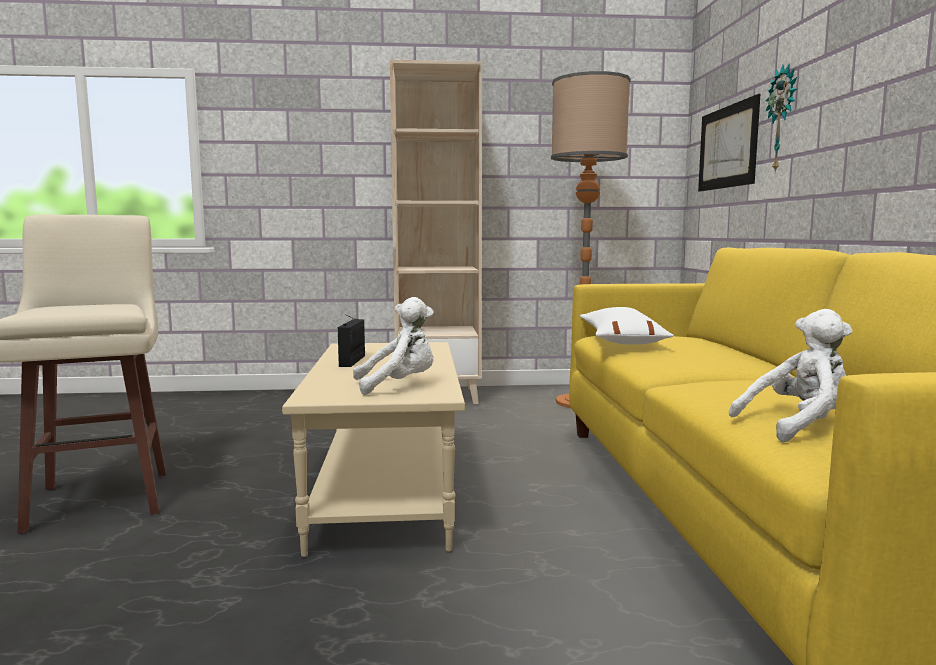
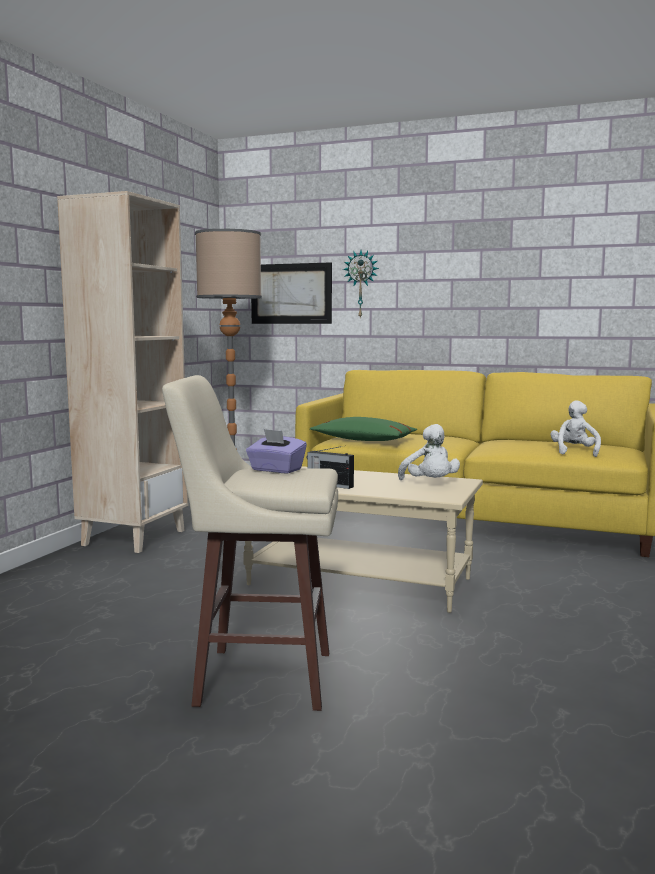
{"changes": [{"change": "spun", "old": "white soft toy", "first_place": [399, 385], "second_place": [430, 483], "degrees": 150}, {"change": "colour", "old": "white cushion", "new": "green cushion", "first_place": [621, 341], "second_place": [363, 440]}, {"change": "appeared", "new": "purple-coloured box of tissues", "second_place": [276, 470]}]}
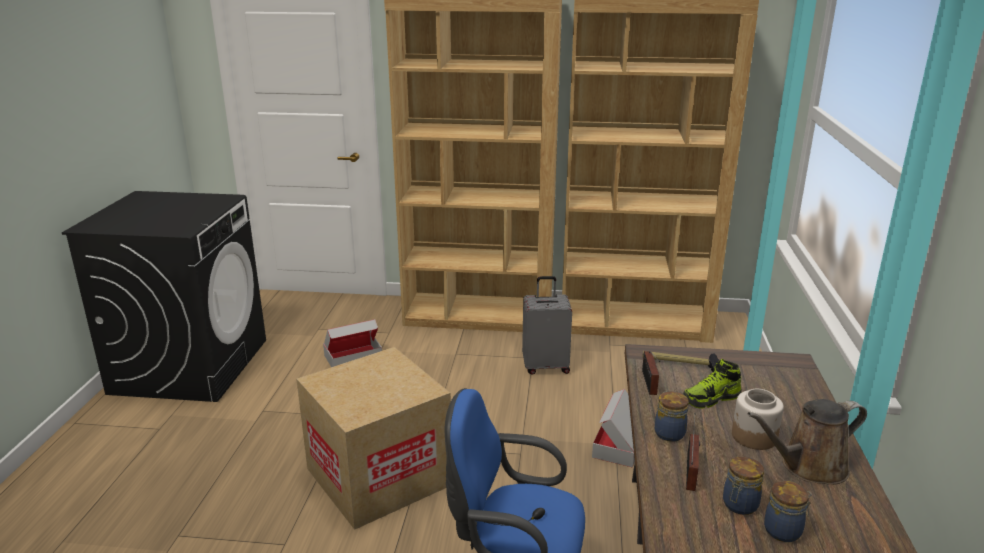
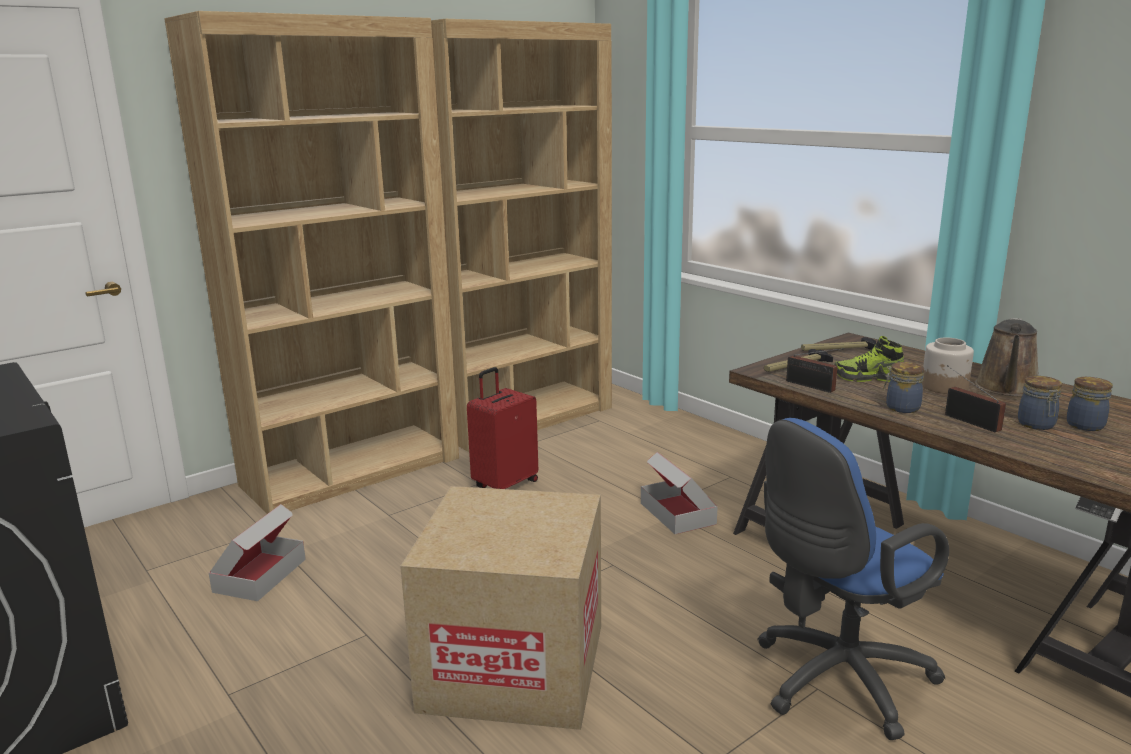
{"changes": [{"change": "colour", "old": "grey piece of luggage", "new": "red piece of luggage", "first_place": [545, 366], "second_place": [504, 484]}, {"change": "spun", "old": "low shoe", "first_place": [711, 398], "second_place": [868, 378], "degrees": 75}, {"change": "appeared", "new": "hand hammer", "second_place": [838, 351]}]}
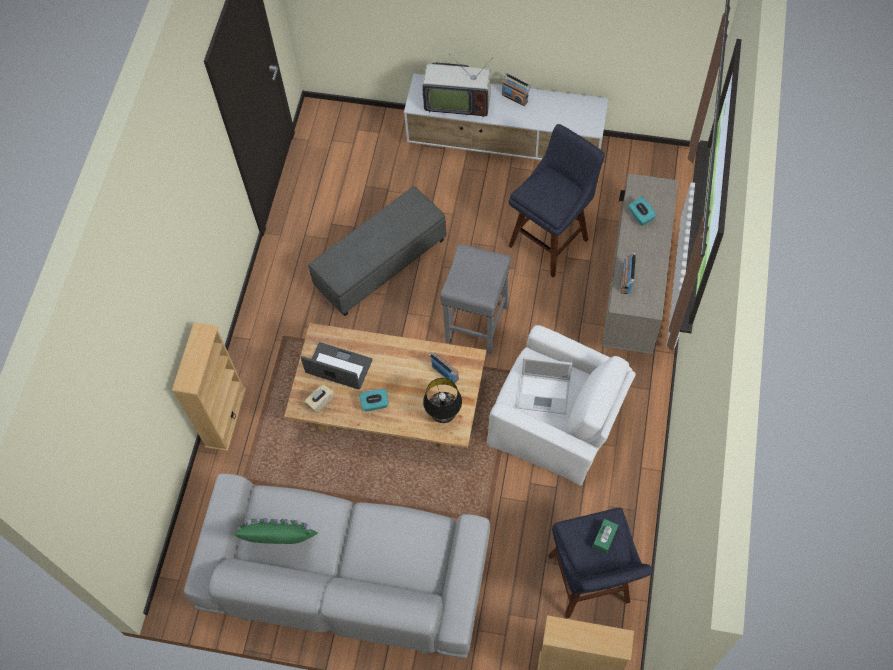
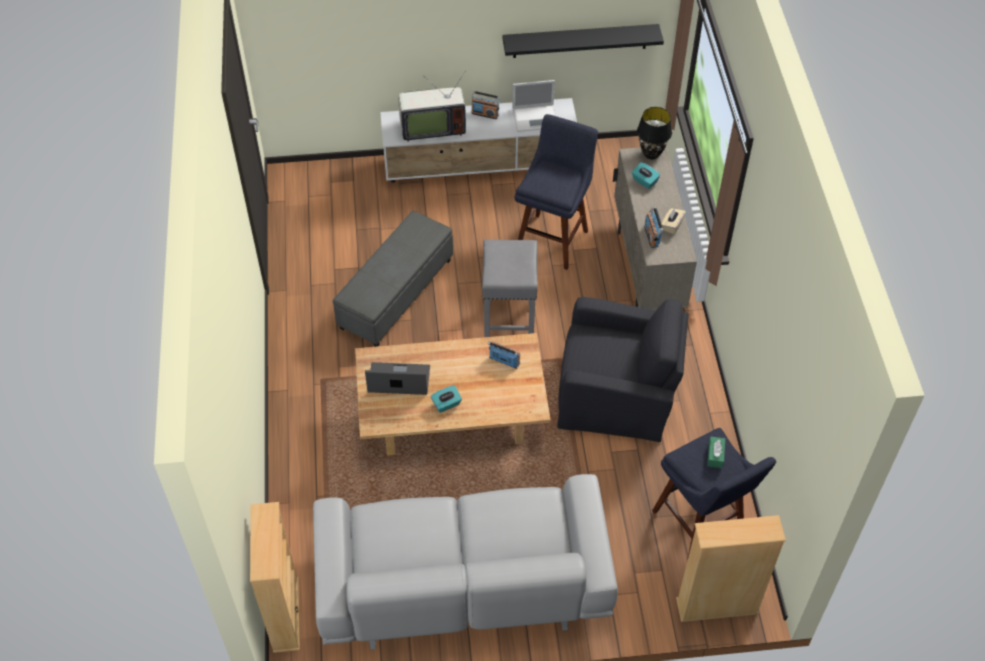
{"changes": [{"change": "relocated", "old": "beige shelving unit", "first_place": [225, 417], "second_place": [285, 614]}, {"change": "colour", "old": "white armchair", "new": "black-coloured armchair", "first_place": [557, 421], "second_place": [617, 392]}, {"change": "relocated", "old": "laptop", "first_place": [545, 393], "second_place": [536, 118]}, {"change": "relocated", "old": "black-coloured table lamp", "first_place": [443, 415], "second_place": [651, 154]}, {"change": "relocated", "old": "beige box of tissues", "first_place": [320, 402], "second_place": [672, 226]}, {"change": "missing", "old": "green cushion", "first_place": [280, 543]}, {"change": "appeared", "new": "black-coloured shelf", "second_place": [580, 41]}]}
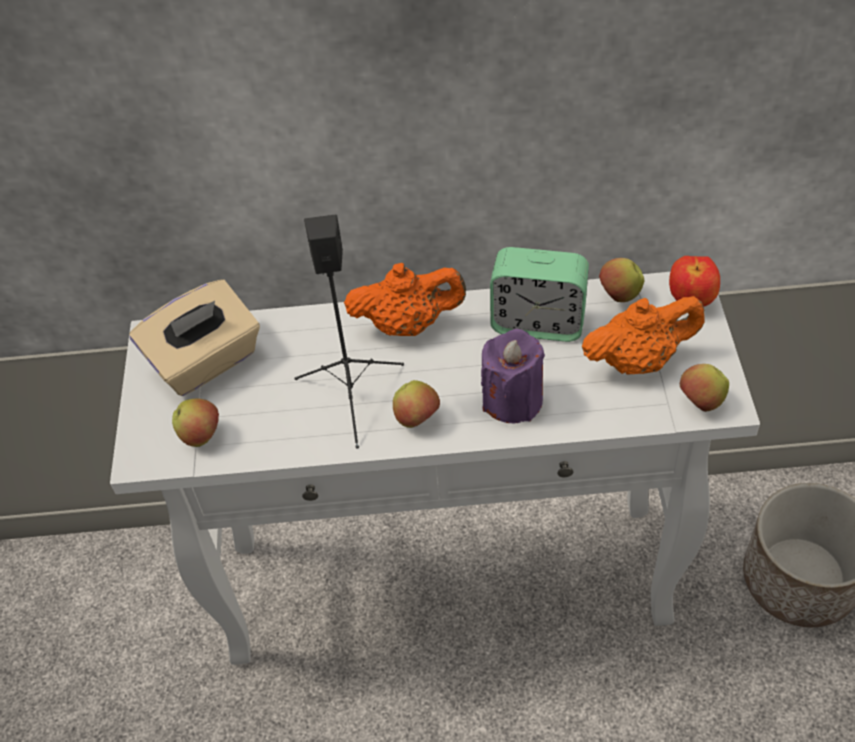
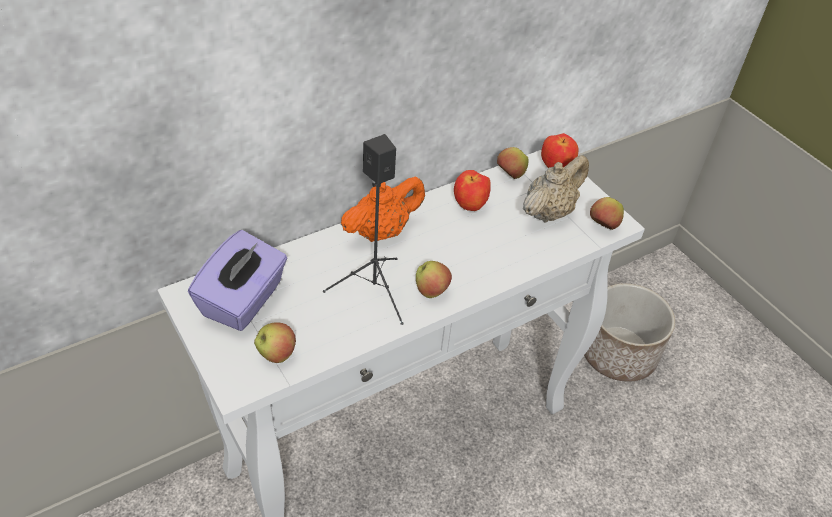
{"changes": [{"change": "exchanged", "old": "alarm clock", "new": "apple fruit", "first_place": [538, 323], "second_place": [470, 206]}, {"change": "colour", "old": "beige box of tissues", "new": "purple-coloured box of tissues", "first_place": [206, 361], "second_place": [243, 300]}, {"change": "colour", "old": "orange-coloured pot for tea", "new": "beige pot for tea", "first_place": [638, 360], "second_place": [549, 212]}, {"change": "missing", "old": "purple-coloured wax light", "first_place": [512, 400]}]}
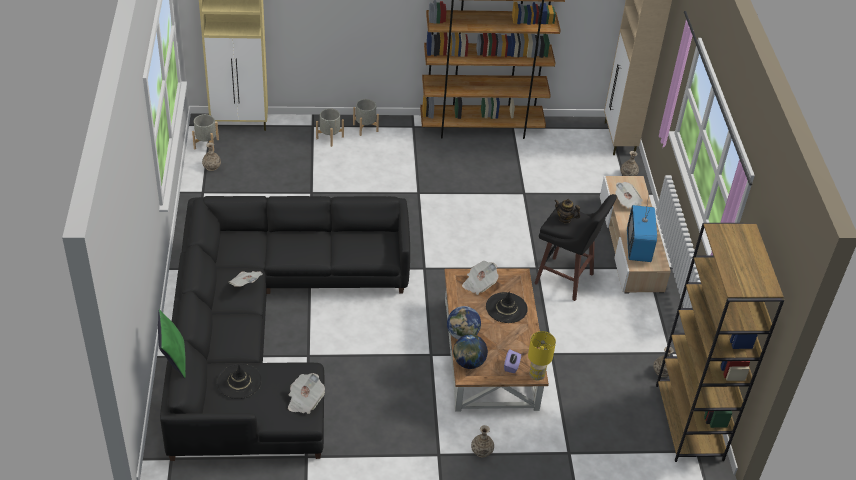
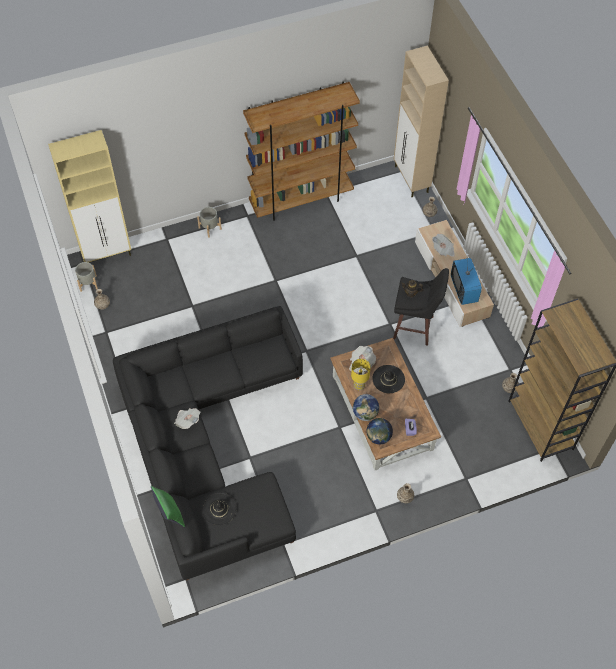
{"changes": [{"change": "missing", "old": "grey plant pot", "first_place": [330, 138]}, {"change": "relocated", "old": "yellow-coloured table lamp", "first_place": [537, 375], "second_place": [359, 386]}, {"change": "missing", "old": "newspaper", "first_place": [304, 400]}]}
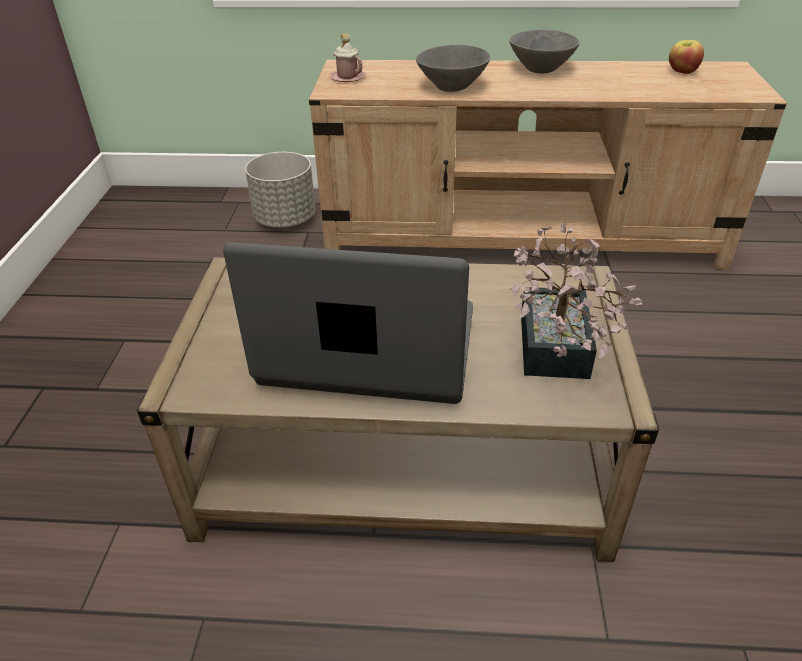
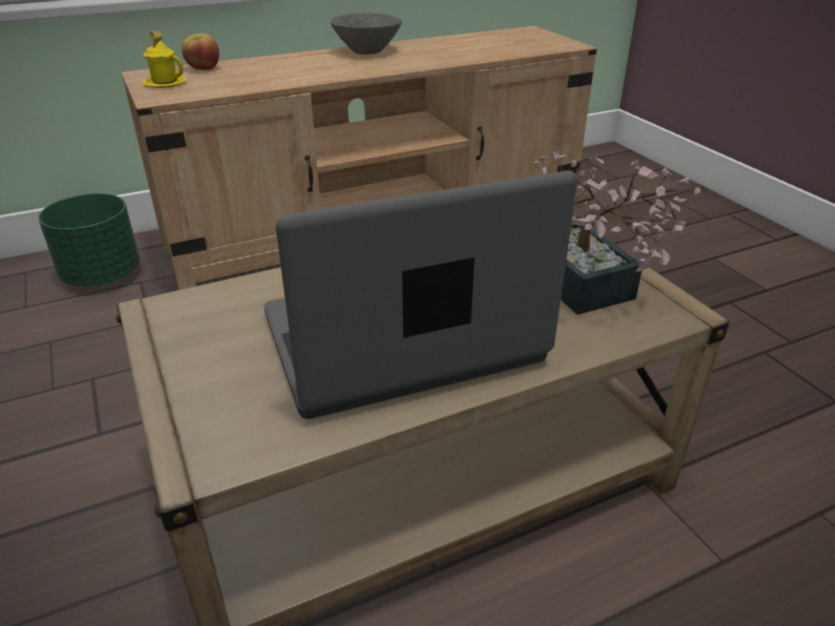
{"changes": [{"change": "colour", "old": "pink coffee mug", "new": "yellow-coloured coffee mug", "first_place": [347, 77], "second_place": [165, 83]}, {"change": "relocated", "old": "apple fruit", "first_place": [682, 71], "second_place": [203, 69]}, {"change": "missing", "old": "grey deep dish", "first_place": [451, 87]}, {"change": "colour", "old": "grey plant pot", "new": "green plant pot", "first_place": [286, 219], "second_place": [102, 275]}]}
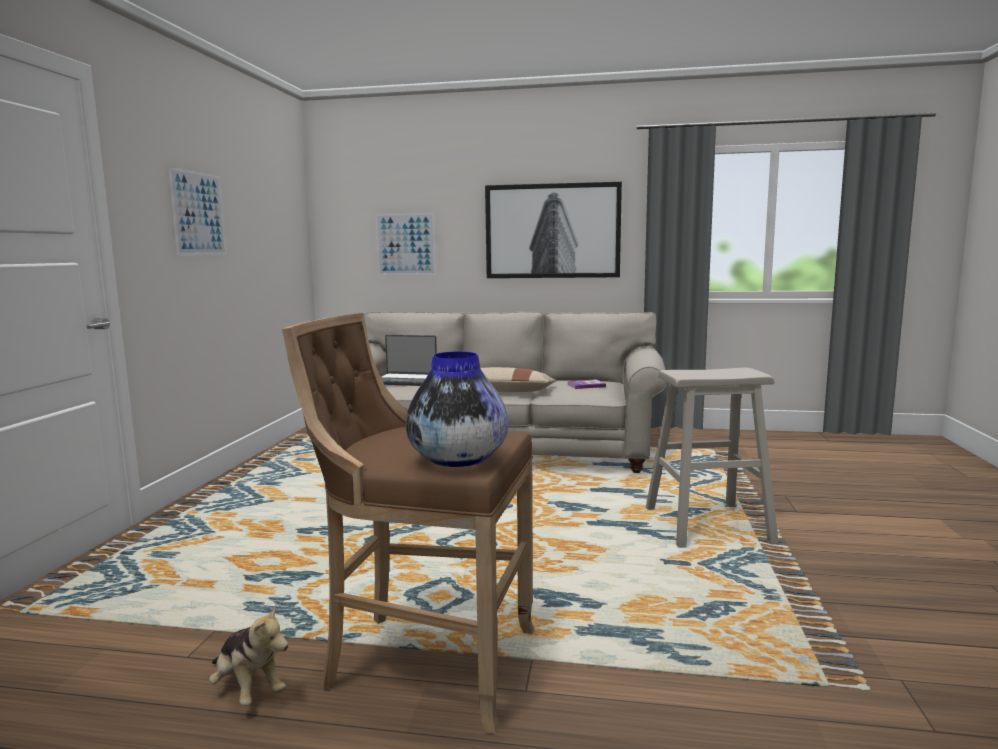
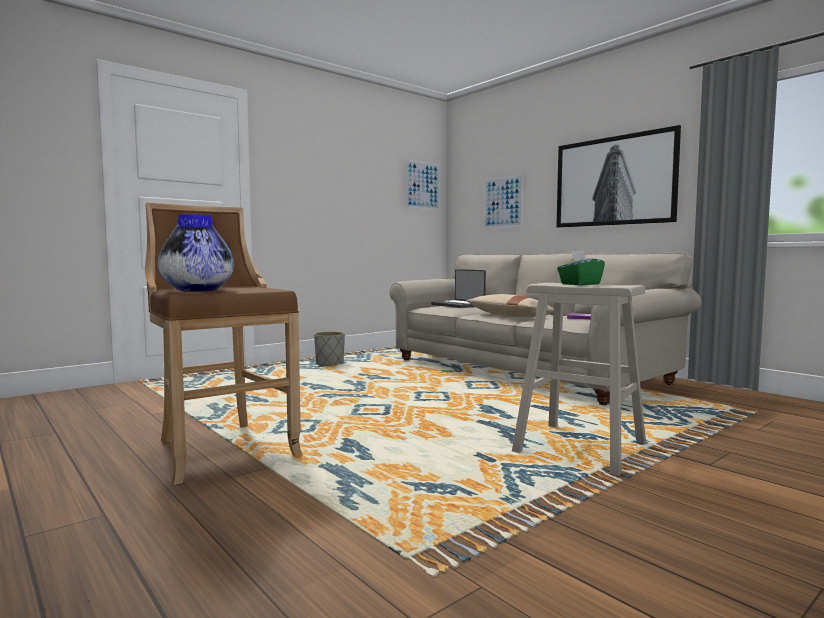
{"changes": [{"change": "relocated", "old": "wall art", "first_place": [199, 214], "second_place": [422, 185]}, {"change": "missing", "old": "soft toy", "first_place": [248, 689]}, {"change": "appeared", "new": "green box of tissues", "second_place": [580, 284]}, {"change": "appeared", "new": "grey plant pot", "second_place": [329, 364]}]}
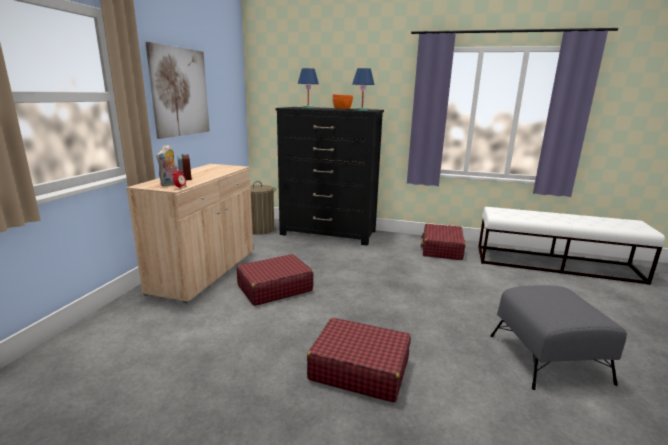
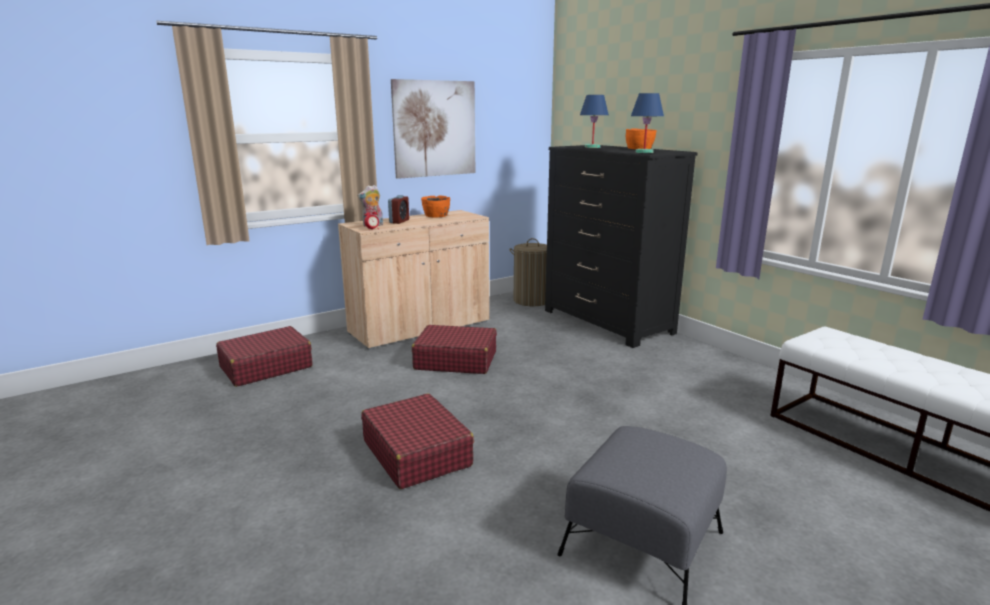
{"changes": [{"change": "relocated", "old": "red piece of luggage", "first_place": [441, 249], "second_place": [266, 367]}, {"change": "appeared", "new": "orange-coloured deep dish", "second_place": [436, 215]}]}
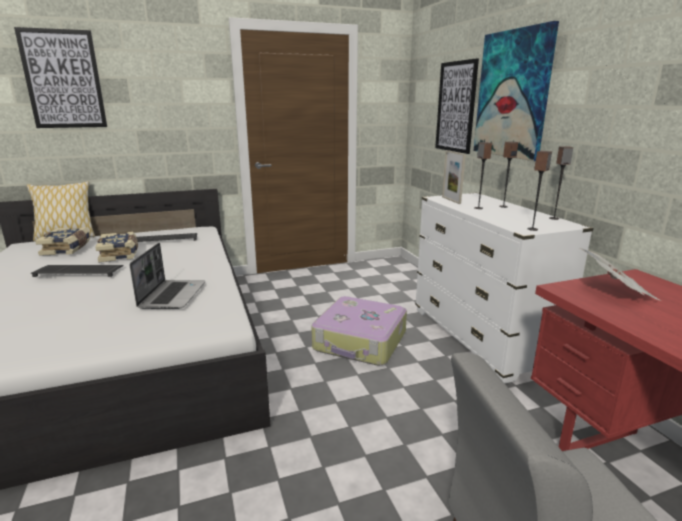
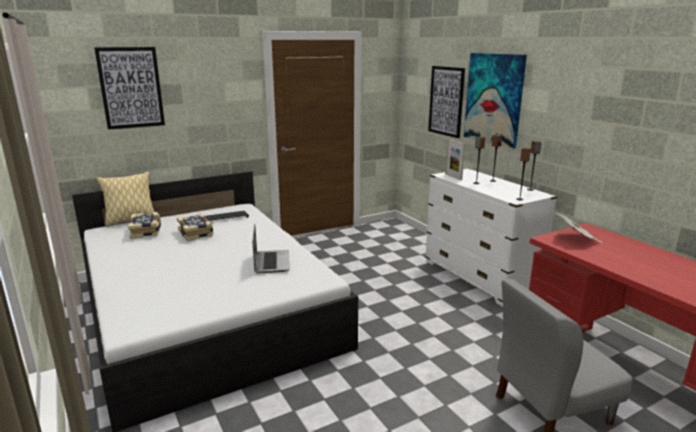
{"changes": [{"change": "missing", "old": "keyboard", "first_place": [80, 271]}, {"change": "missing", "old": "piece of luggage", "first_place": [360, 342]}]}
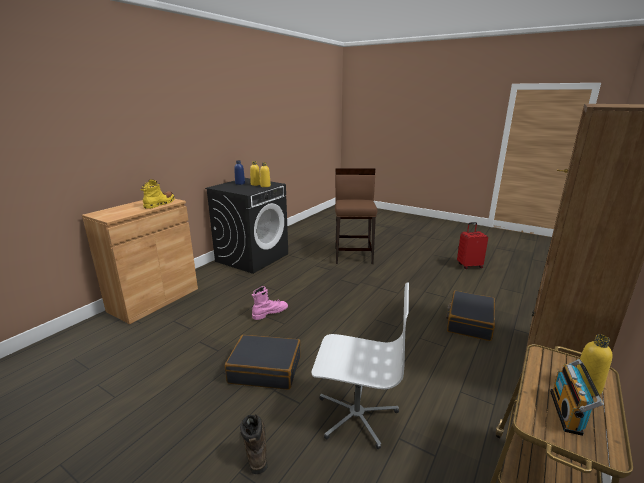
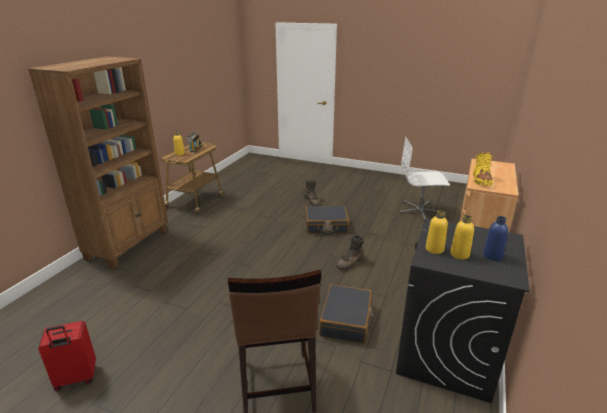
{"changes": [{"change": "relocated", "old": "white desk chair", "first_place": [356, 414], "second_place": [420, 211]}, {"change": "colour", "old": "pink tall boot", "new": "brown tall boot", "first_place": [270, 313], "second_place": [350, 263]}, {"change": "relocated", "old": "black-coloured piece of luggage", "first_place": [469, 322], "second_place": [346, 321]}]}
